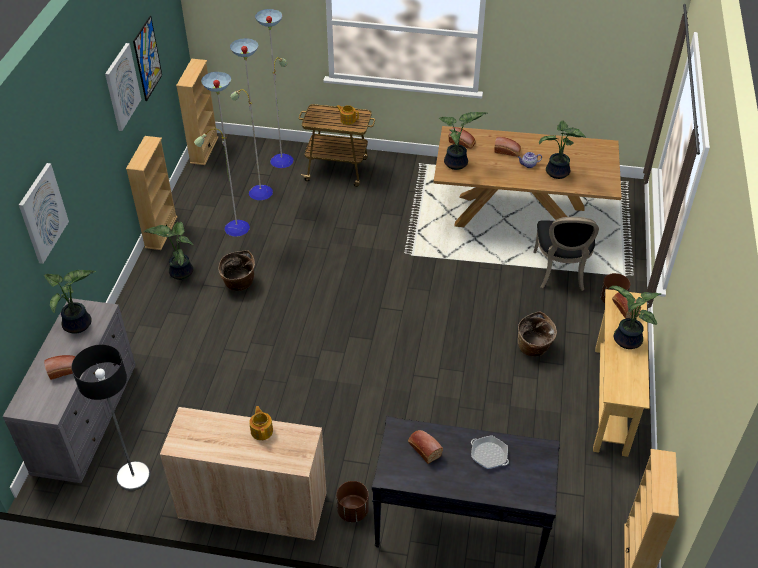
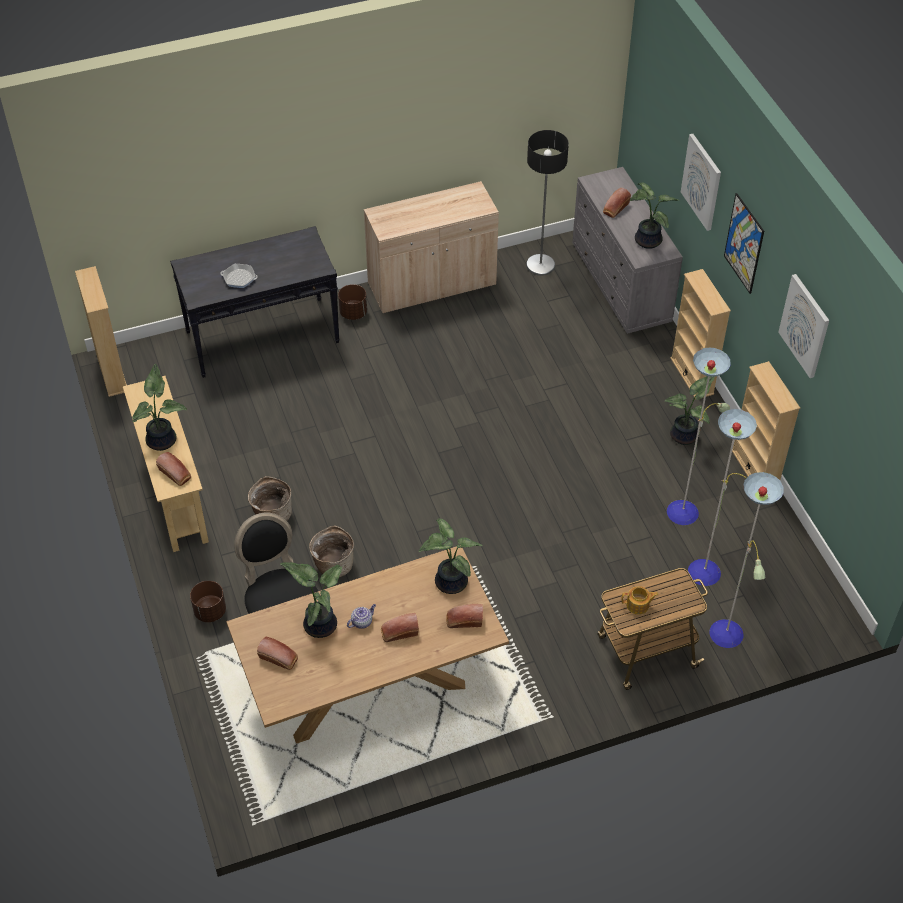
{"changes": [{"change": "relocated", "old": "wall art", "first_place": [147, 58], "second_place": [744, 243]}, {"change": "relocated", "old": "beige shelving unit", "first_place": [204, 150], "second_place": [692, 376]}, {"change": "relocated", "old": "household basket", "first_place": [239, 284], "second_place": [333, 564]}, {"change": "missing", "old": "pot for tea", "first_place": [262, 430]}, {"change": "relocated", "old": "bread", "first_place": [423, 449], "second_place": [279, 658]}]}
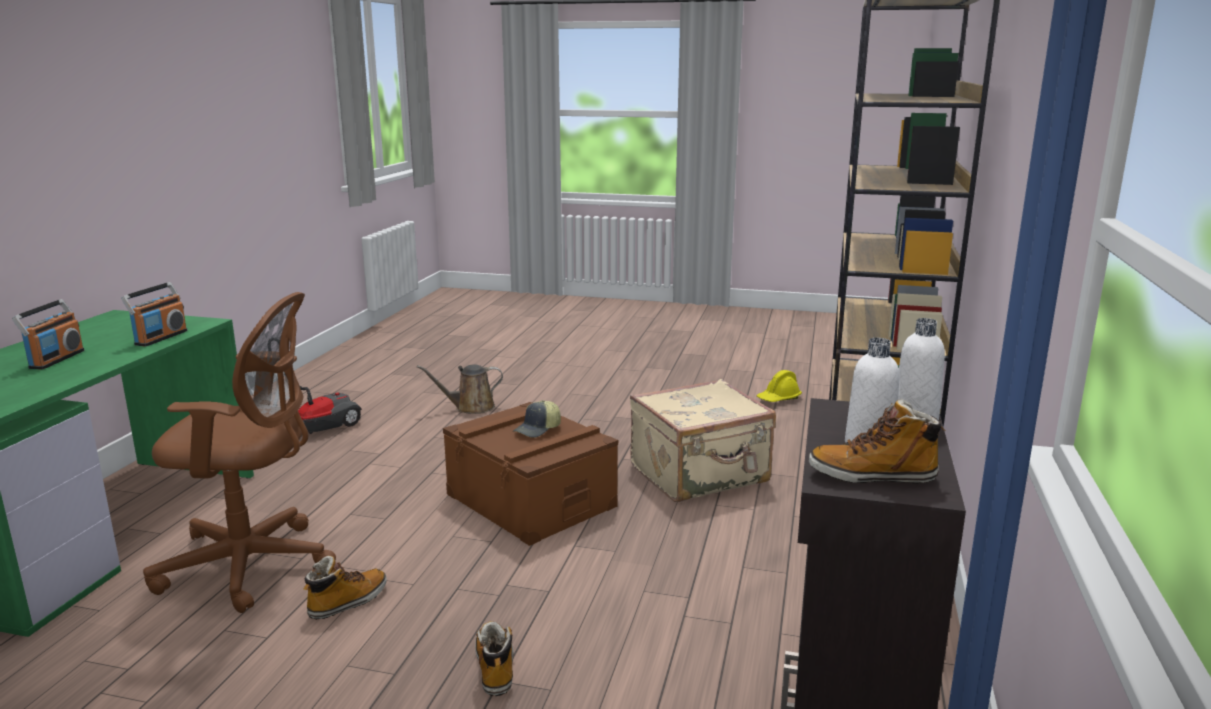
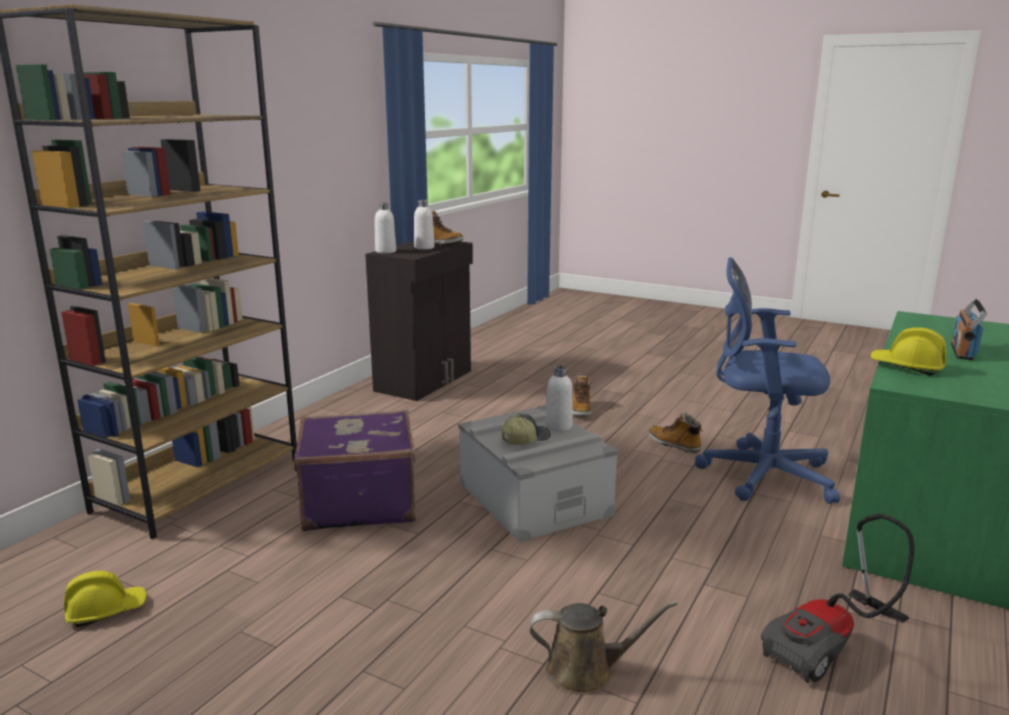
{"changes": [{"change": "exchanged", "old": "radio receiver", "new": "yellow-coloured safety helmet", "first_place": [160, 338], "second_place": [907, 367]}, {"change": "colour", "old": "brown desk chair", "new": "blue-coloured desk chair", "first_place": [253, 565], "second_place": [760, 474]}, {"change": "colour", "old": "beige piece of luggage", "new": "purple-coloured piece of luggage", "first_place": [700, 475], "second_place": [358, 503]}, {"change": "colour", "old": "brown storage bin", "new": "grey storage bin", "first_place": [531, 500], "second_place": [534, 498]}, {"change": "spun", "old": "tall boot", "first_place": [348, 602], "second_place": [674, 445], "degrees": 75}, {"change": "appeared", "new": "white bottle", "second_place": [558, 426]}]}
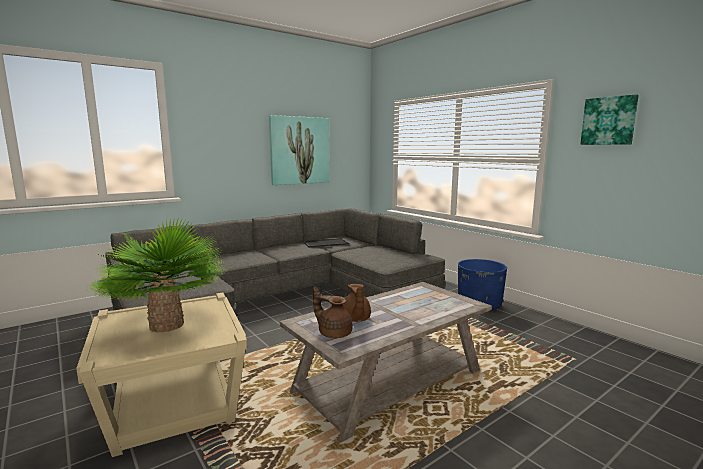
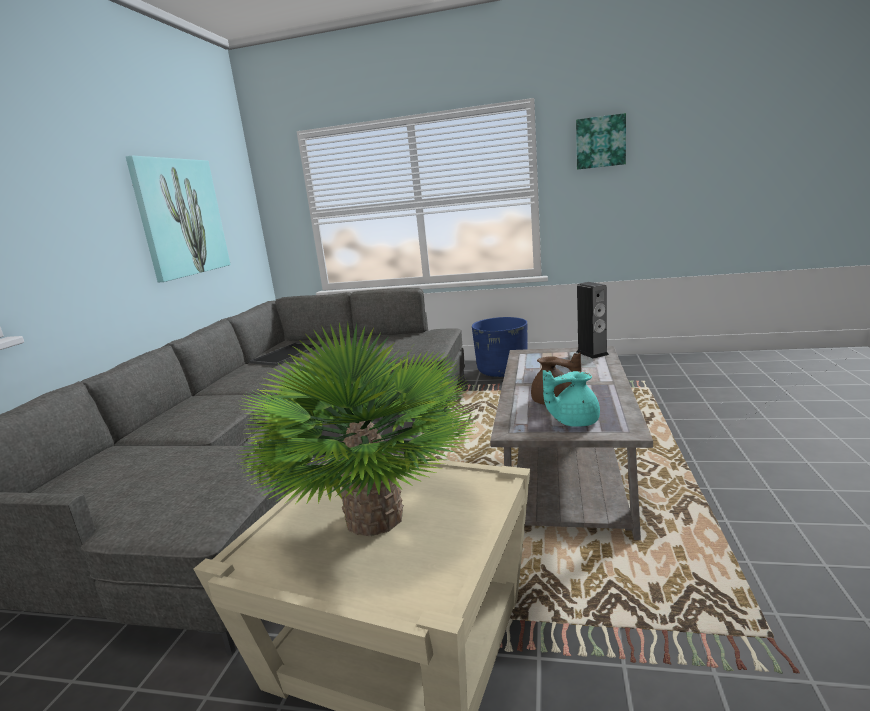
{"changes": [{"change": "colour", "old": "brown pot for tea", "new": "turquoise pot for tea", "first_place": [334, 333], "second_place": [573, 421]}, {"change": "appeared", "new": "loudspeaker", "second_place": [592, 353]}]}
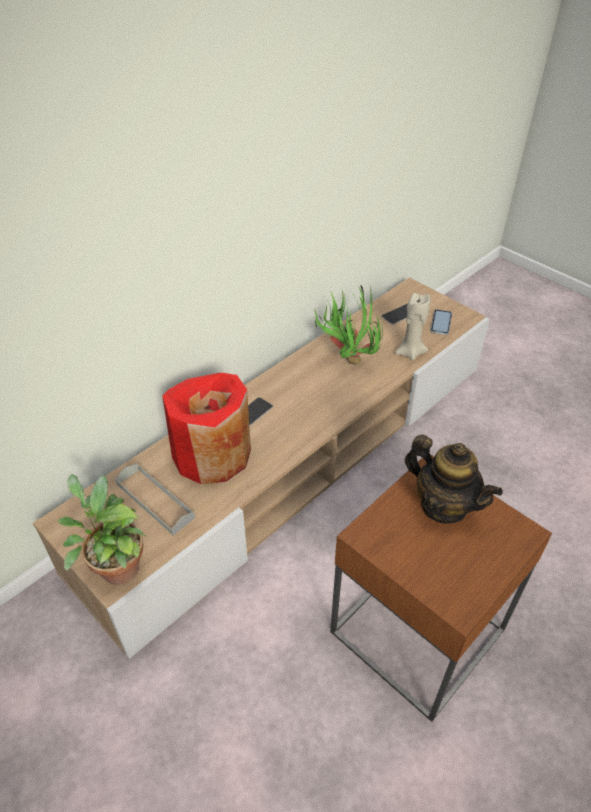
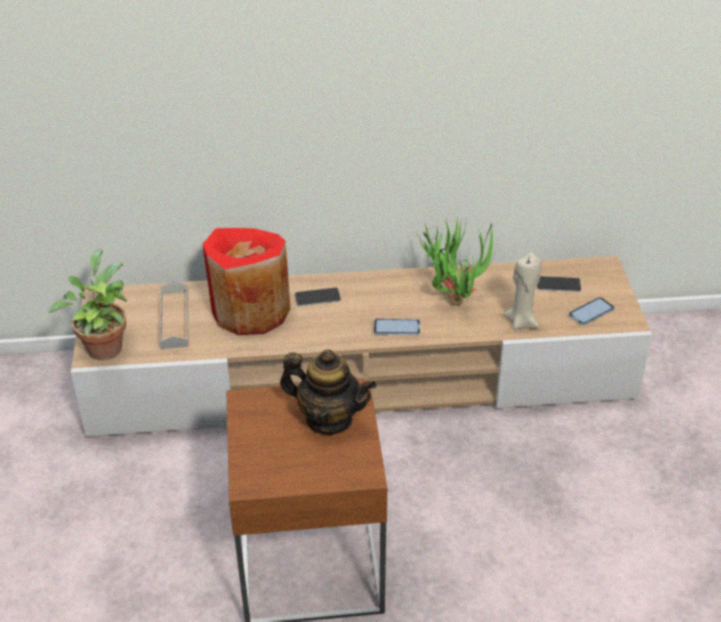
{"changes": [{"change": "spun", "old": "pot for tea", "first_place": [443, 505], "second_place": [329, 419], "degrees": -60}, {"change": "appeared", "new": "phone", "second_place": [396, 328]}]}
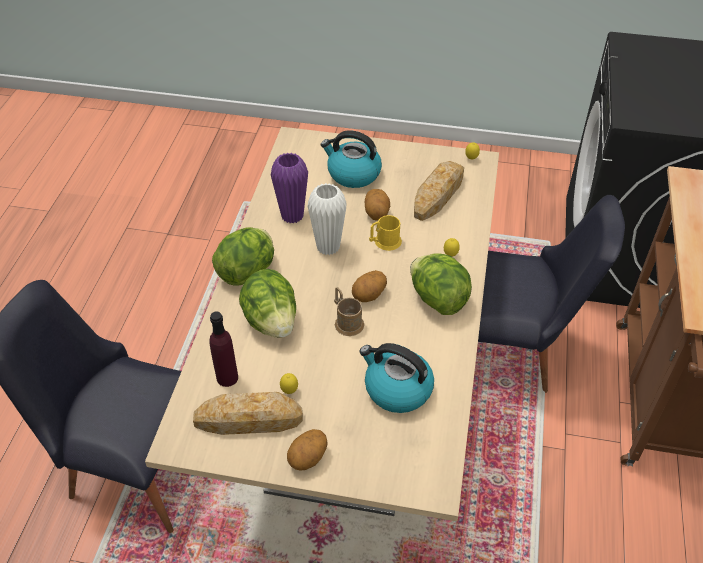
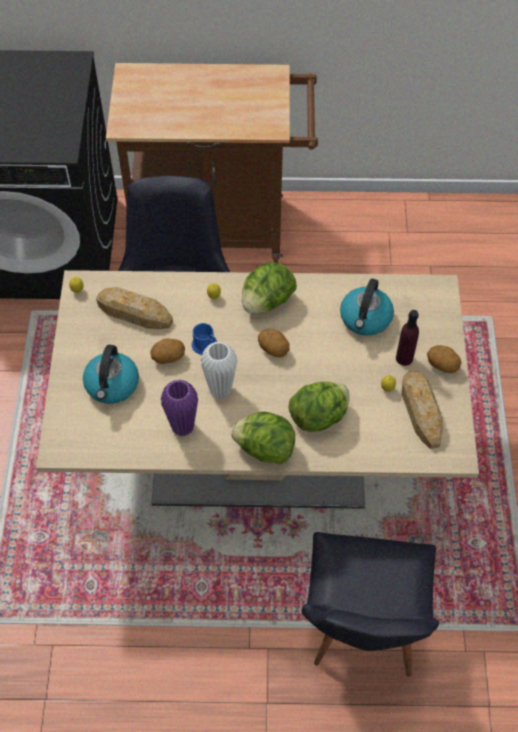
{"changes": [{"change": "colour", "old": "yellow-coloured coffee mug", "new": "blue-coloured coffee mug", "first_place": [384, 242], "second_place": [206, 346]}, {"change": "missing", "old": "brown coffee mug", "first_place": [346, 321]}, {"change": "relocated", "old": "purple-coloured bottle", "first_place": [227, 377], "second_place": [404, 358]}]}
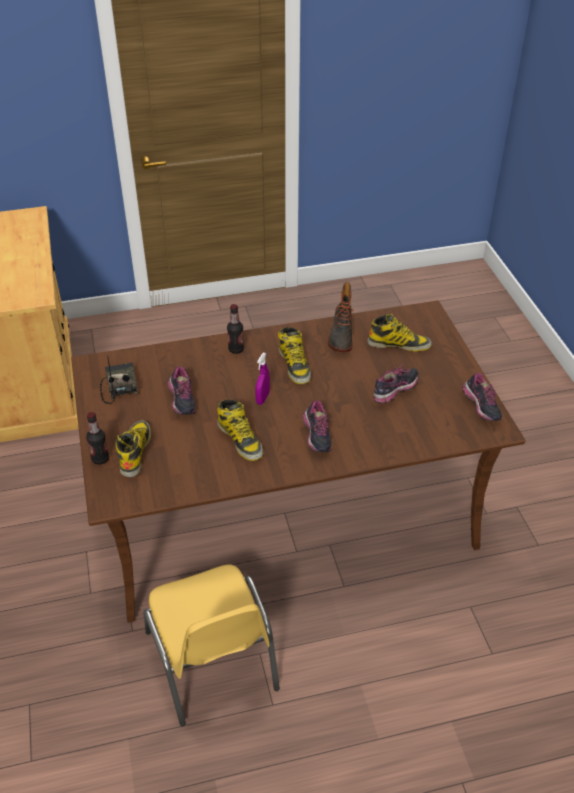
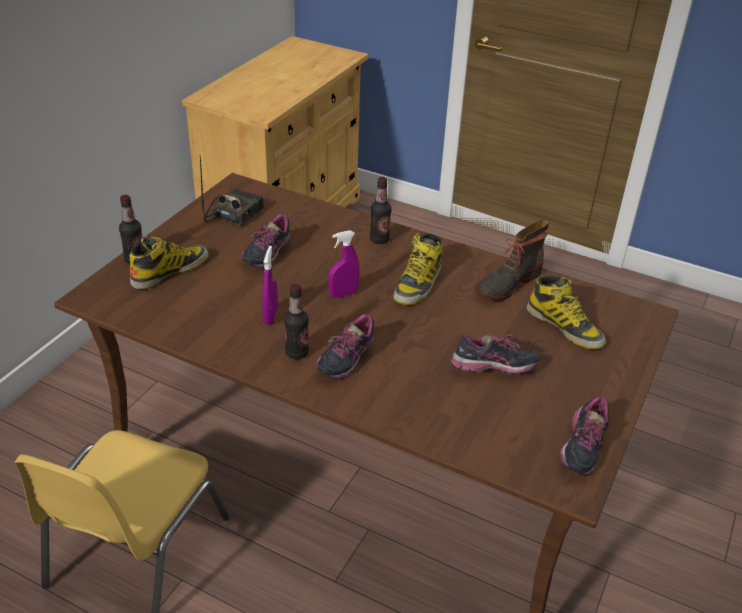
{"changes": [{"change": "exchanged", "old": "tall boot", "new": "purple-coloured hand sprayer", "first_place": [240, 439], "second_place": [270, 316]}, {"change": "appeared", "new": "bottle", "second_place": [297, 353]}]}
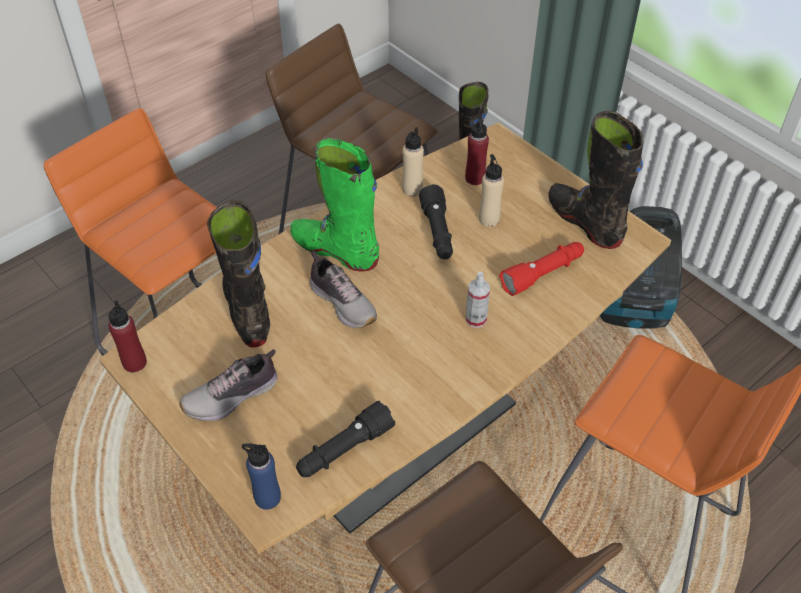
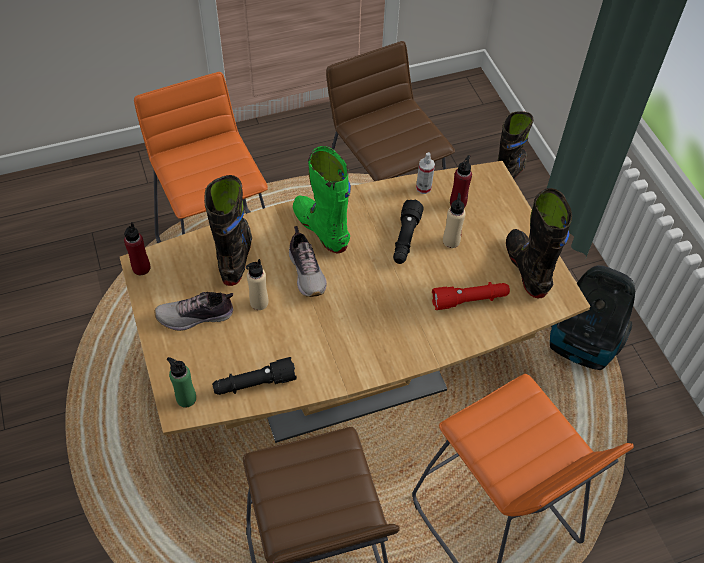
{"changes": [{"change": "relocated", "old": "beige bottle", "first_place": [412, 189], "second_place": [259, 302]}, {"change": "relocated", "old": "hand sprayer", "first_place": [476, 319], "second_place": [423, 188]}, {"change": "colour", "old": "blue-coloured bottle", "new": "green bottle", "first_place": [267, 497], "second_place": [186, 398]}]}
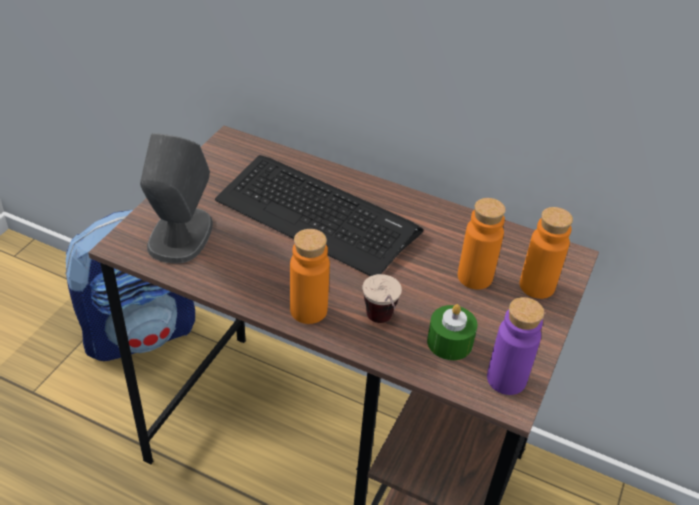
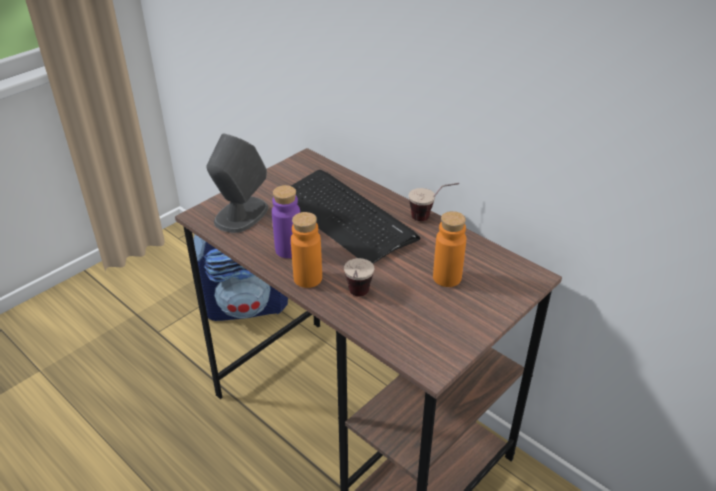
{"changes": [{"change": "missing", "old": "orange-coloured bottle", "first_place": [537, 286]}, {"change": "relocated", "old": "purple-coloured bottle", "first_place": [506, 379], "second_place": [288, 249]}, {"change": "missing", "old": "green wax light", "first_place": [449, 342]}, {"change": "appeared", "new": "small cup", "second_place": [431, 217]}]}
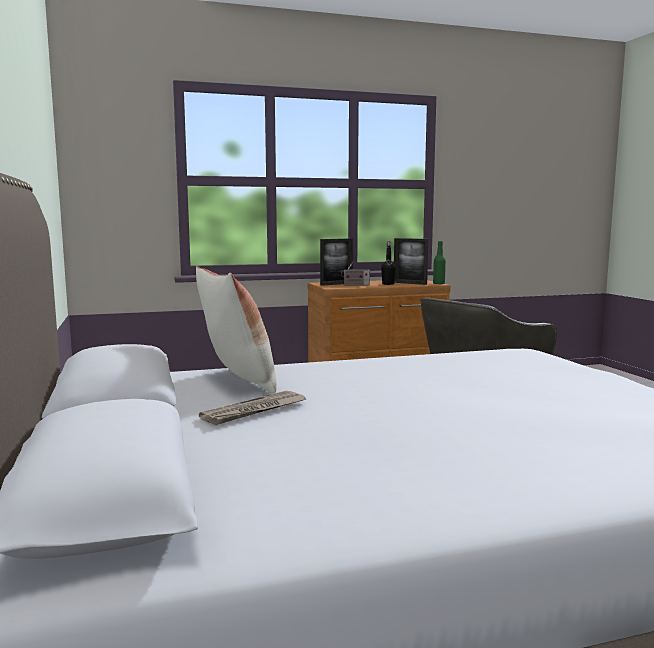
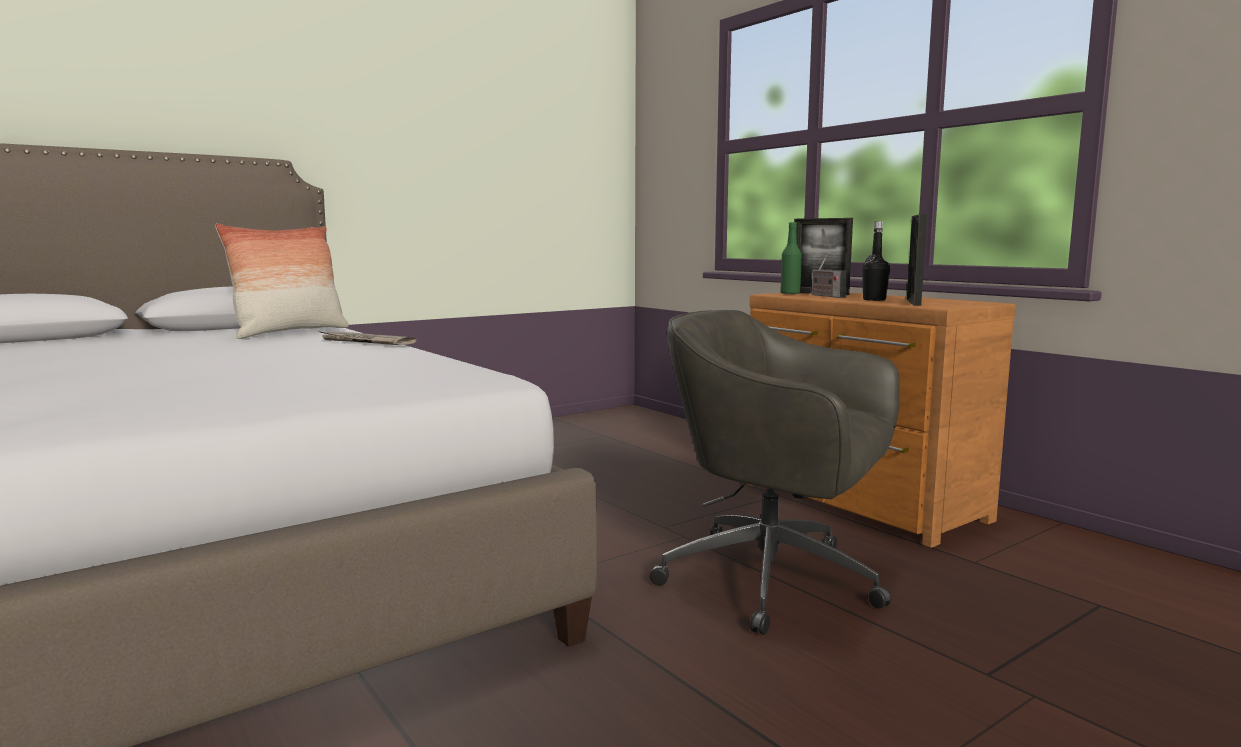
{"changes": [{"change": "relocated", "old": "green bottle", "first_place": [438, 284], "second_place": [790, 293]}, {"change": "relocated", "old": "newspaper", "first_place": [254, 411], "second_place": [365, 342]}]}
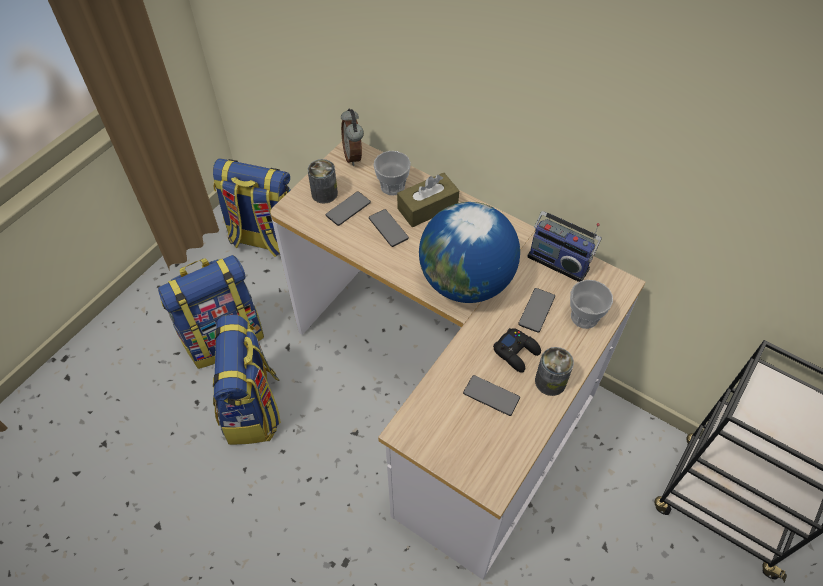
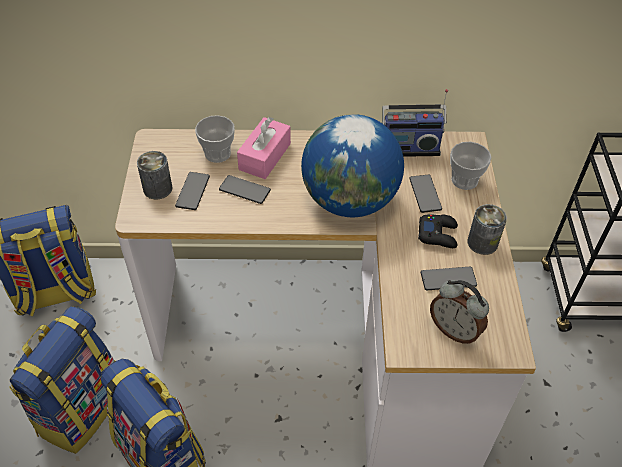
{"changes": [{"change": "relocated", "old": "alarm clock", "first_place": [354, 156], "second_place": [454, 330]}, {"change": "colour", "old": "brown box of tissues", "new": "pink box of tissues", "first_place": [427, 207], "second_place": [265, 156]}]}
